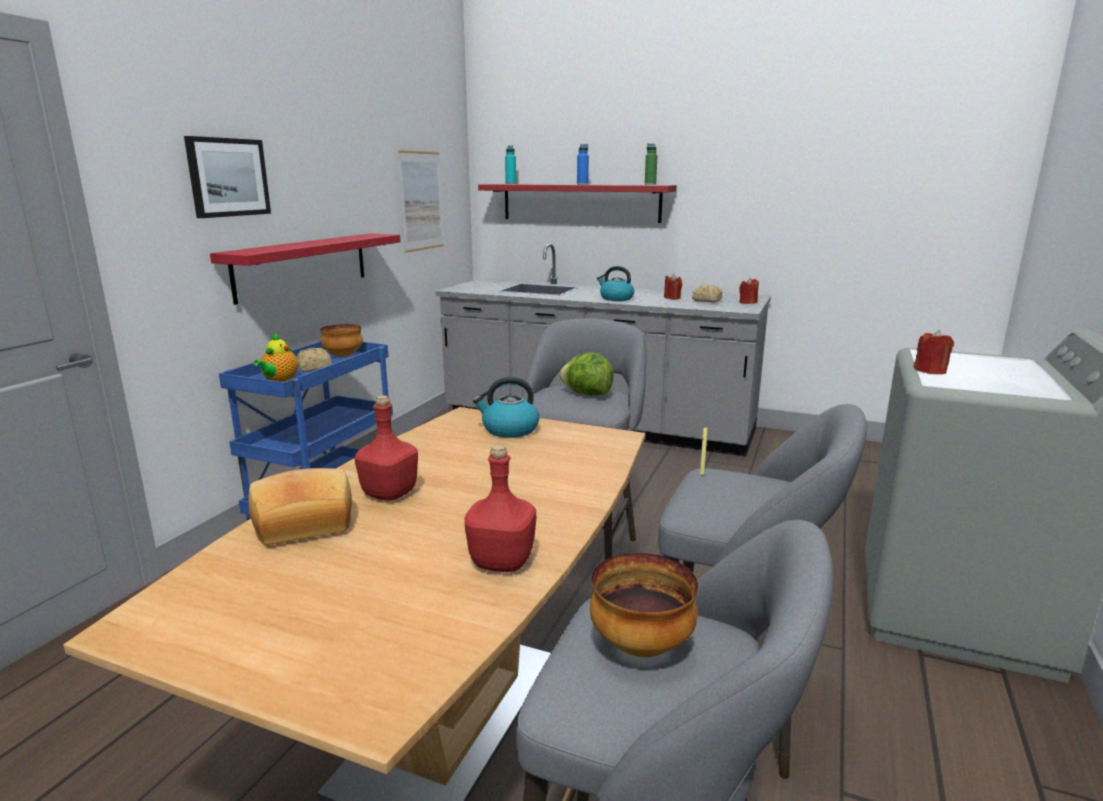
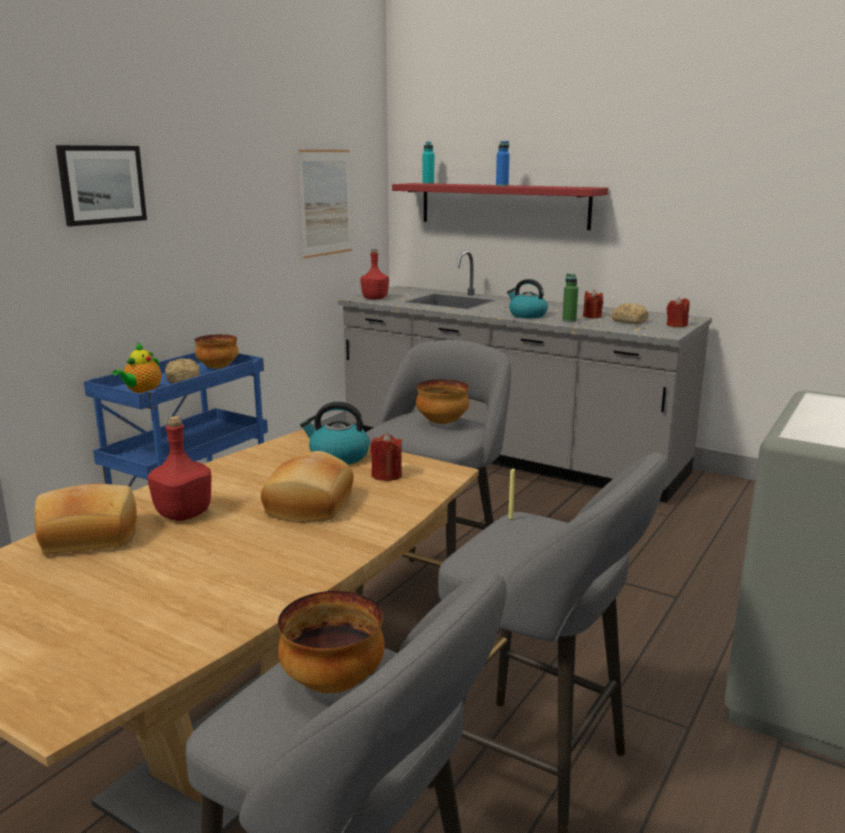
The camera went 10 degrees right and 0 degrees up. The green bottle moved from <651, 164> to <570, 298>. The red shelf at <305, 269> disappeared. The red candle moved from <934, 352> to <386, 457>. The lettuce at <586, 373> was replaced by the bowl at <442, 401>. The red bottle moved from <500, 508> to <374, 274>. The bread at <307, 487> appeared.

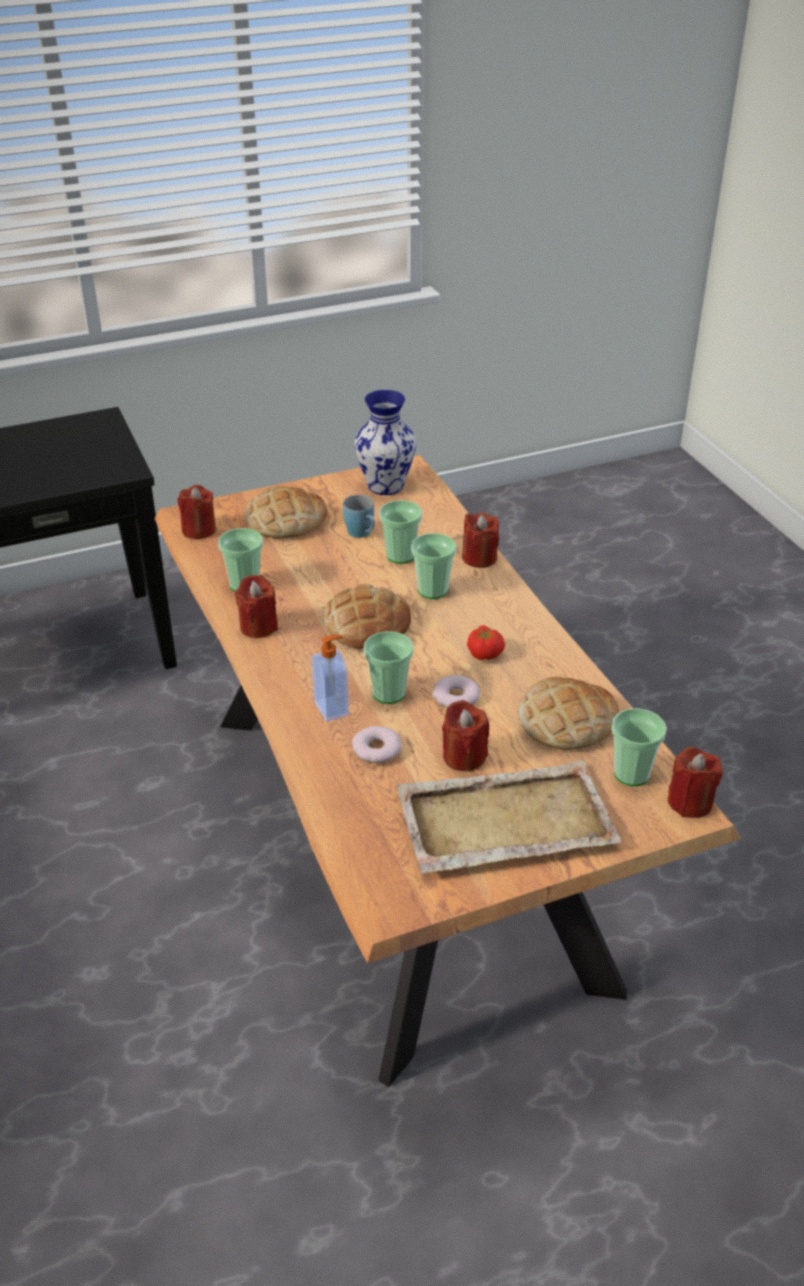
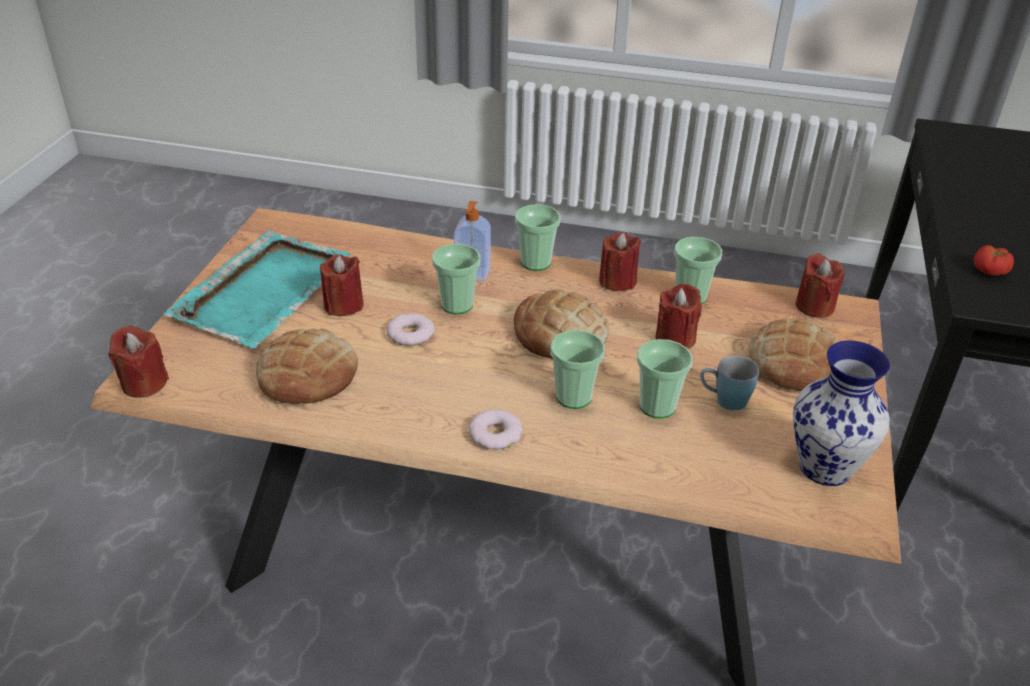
The camera went 125 degrees right and 0 degrees up. The red candle moved from <480, 540> to <678, 316>. The tomato moved from <486, 642> to <993, 260>. The cup moved from <639, 747> to <538, 237>. The donut moved from <377, 744> to <495, 430>. The beige tray at <509, 816> became the turquoise tray at <257, 289>.

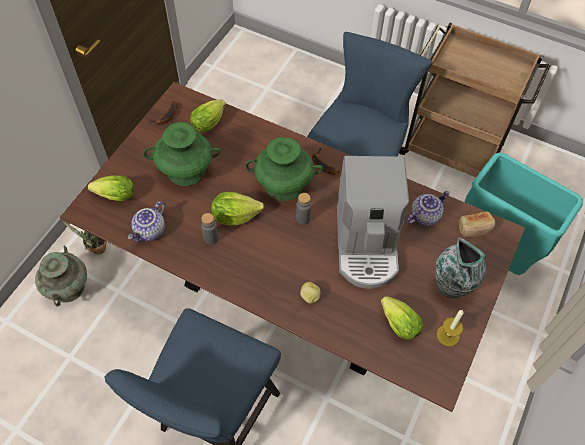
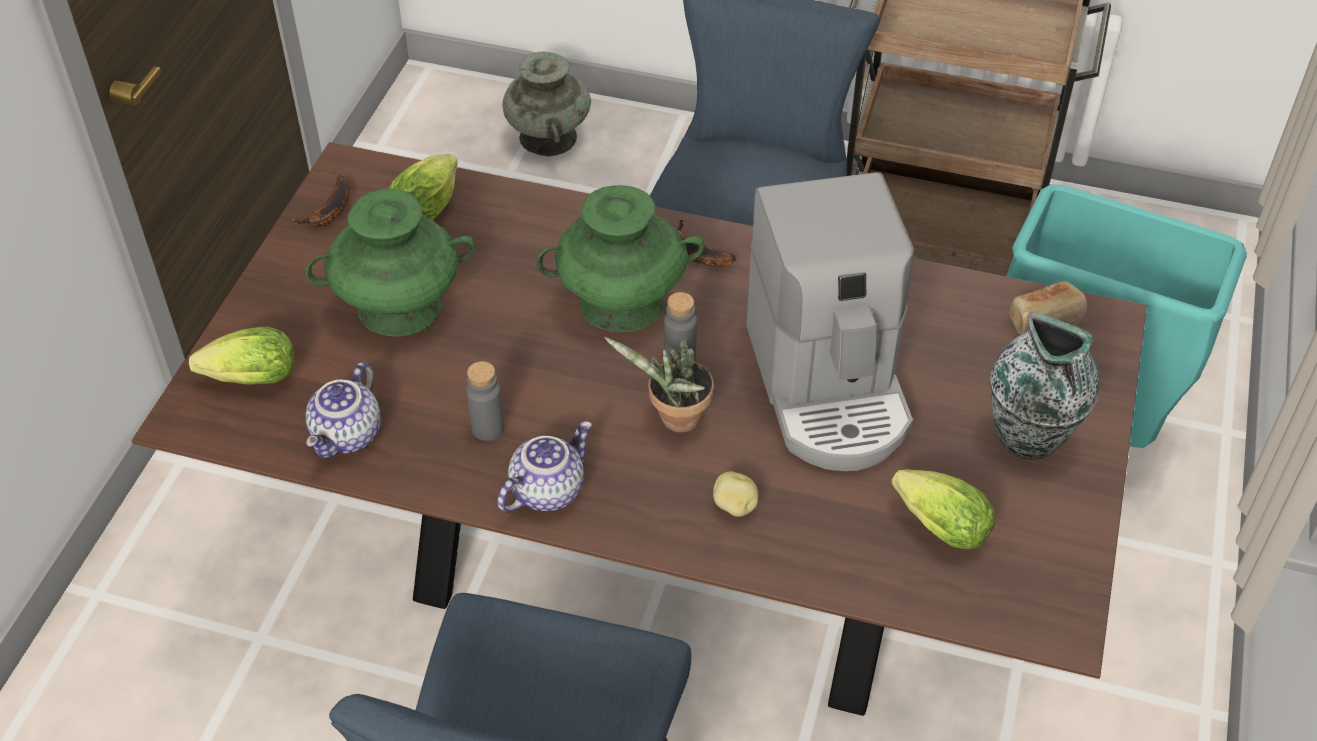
The camera went 10 degrees left and 10 degrees down. The teapot moved from <428, 208> to <544, 467>. The lettuce at <237, 209> disappeared. The potted plant moved from <85, 238> to <659, 385>. The turquoise vase moved from <61, 276> to <546, 103>. The candle at <450, 328> disappeared.

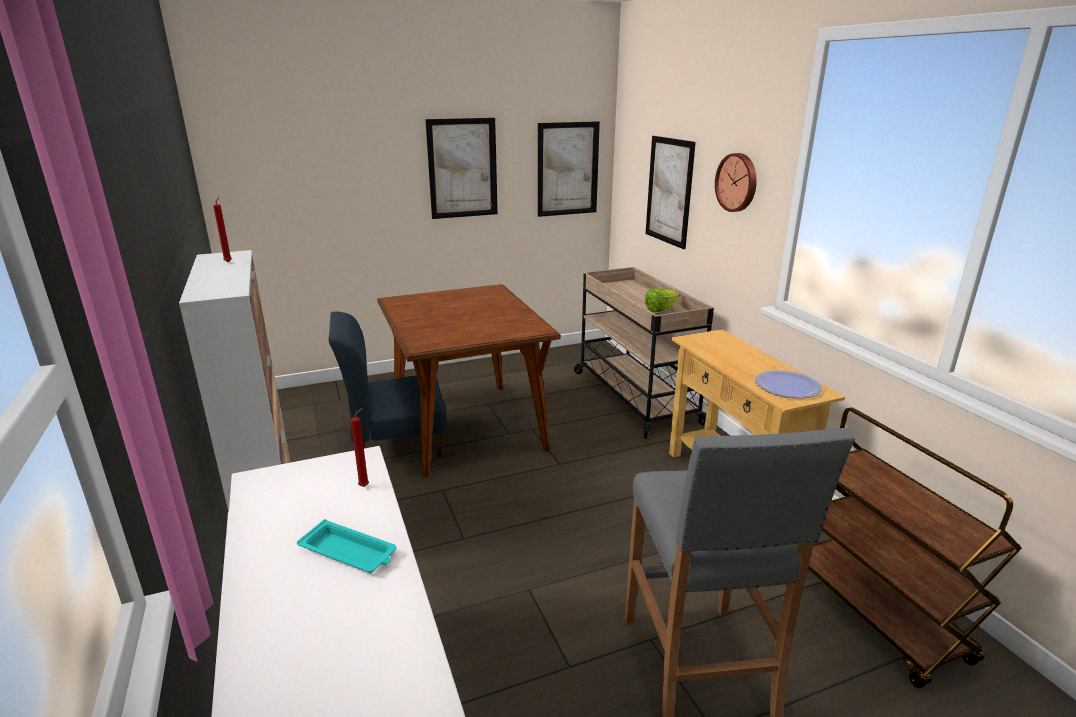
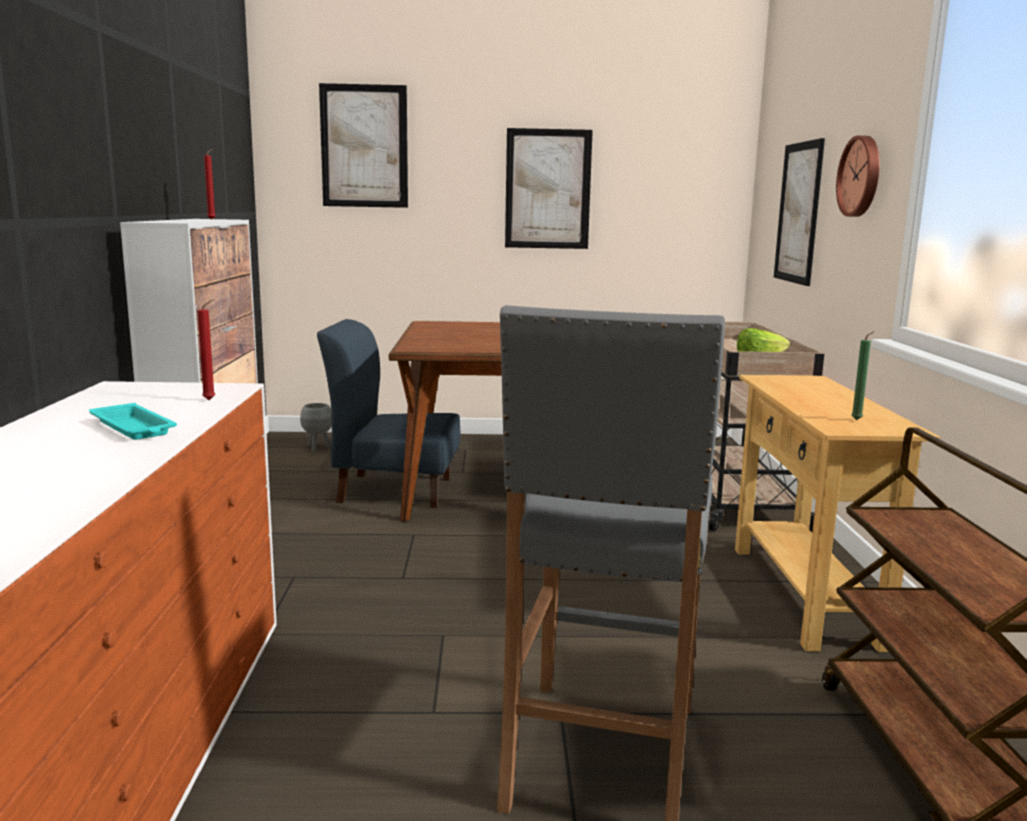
The camera went 20 degrees right and 10 degrees down. The picture moved from <569, 169> to <363, 145>. The plate at <788, 384> was replaced by the green candle at <863, 375>. The grey planter at <316, 427> appeared.

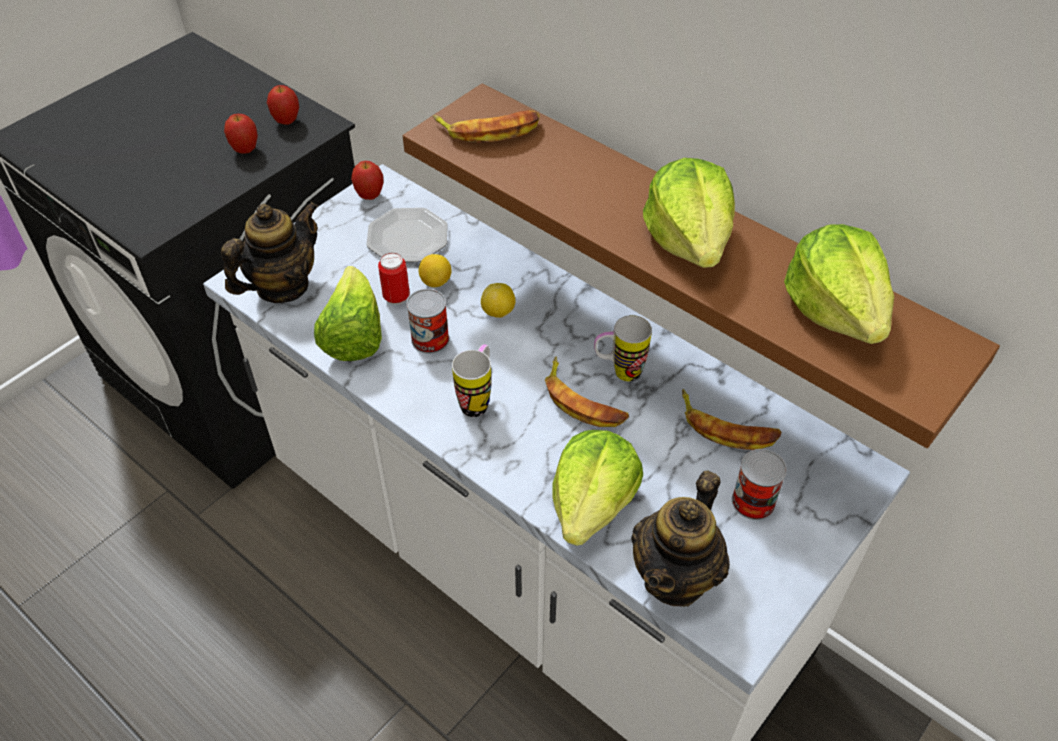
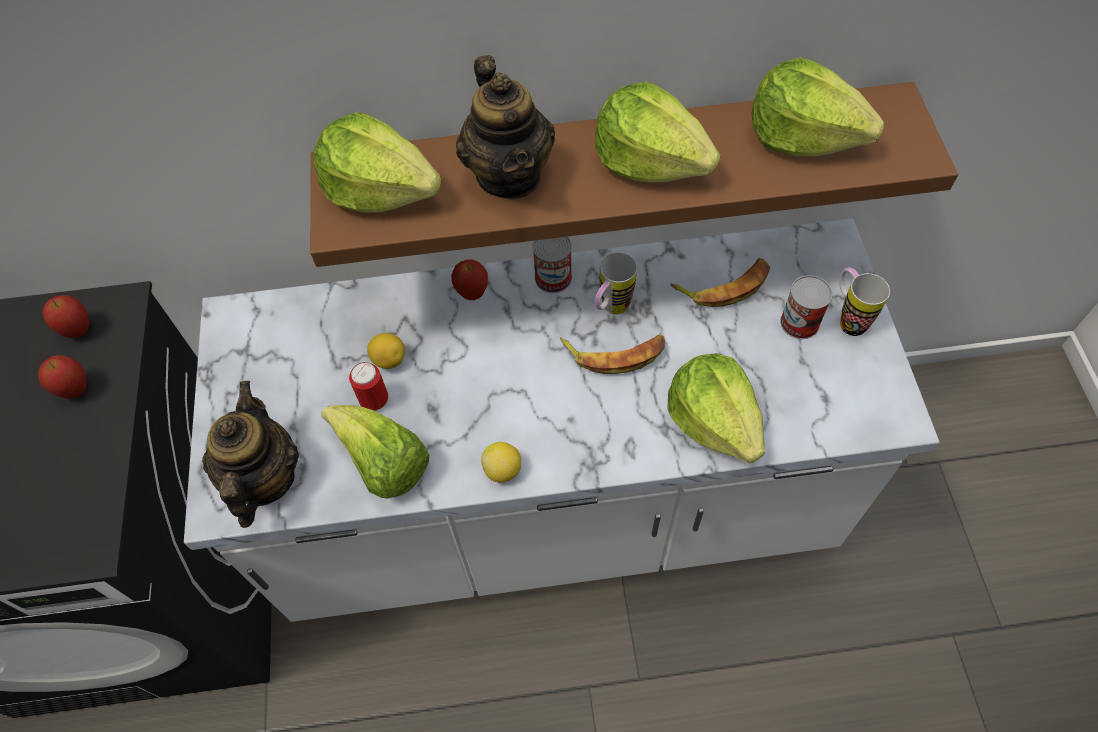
The camera went 45 degrees left and 10 degrees up. The banana at <486, 126> was replaced by the lettuce at <377, 162>. The apple moved from <367, 180> to <469, 279>. The plate at <407, 235> disappeared. The lemon moved from <498, 300> to <501, 462>. The can moved from <427, 321> to <552, 265>. The mug moved from <471, 380> to <864, 301>. The teapot moved from <680, 539> to <505, 127>.

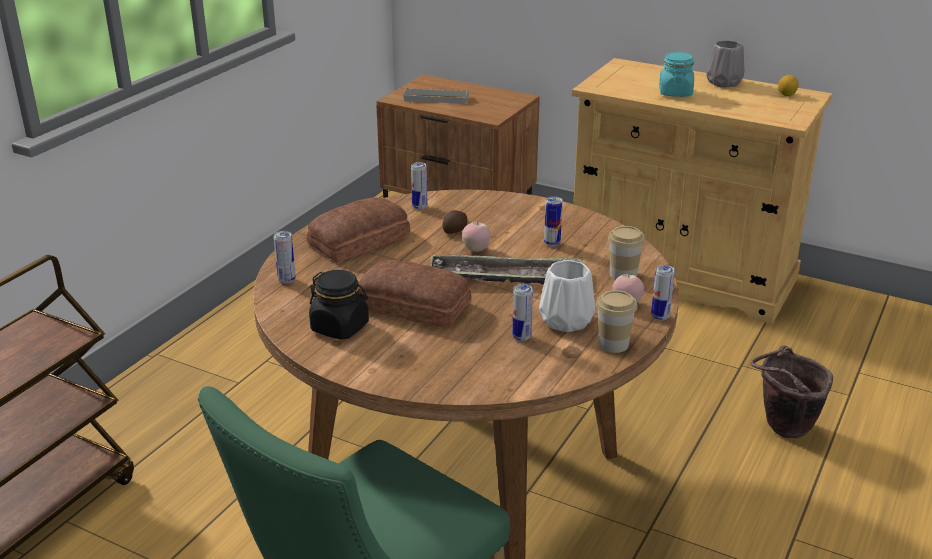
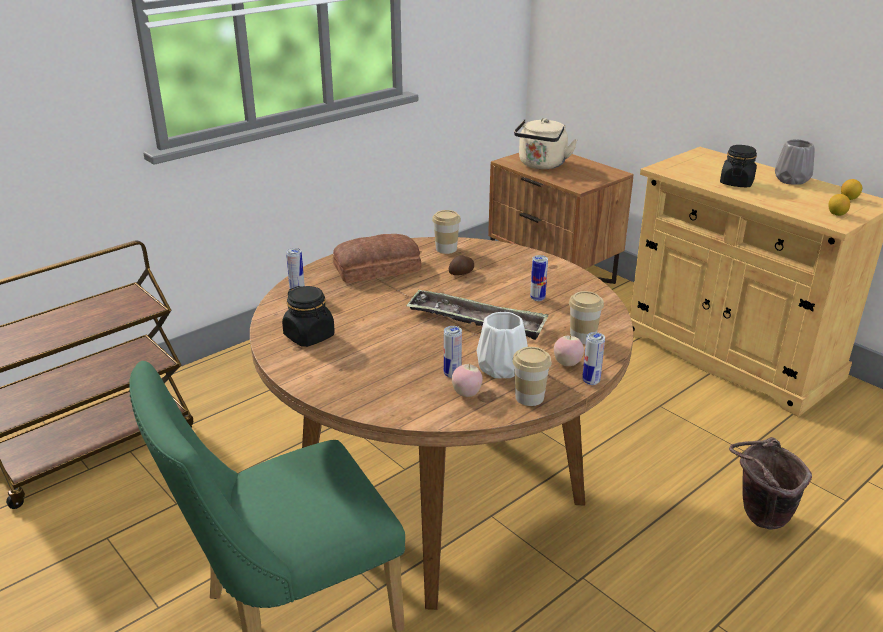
The camera went 20 degrees right and 0 degrees up. The turquoise jar at <676, 74> became the black jar at <738, 166>. The grey tray at <436, 95> was replaced by the beige kettle at <545, 143>. The can at <419, 185> was replaced by the cup at <446, 232>. The apple moved from <476, 236> to <467, 380>. The bread at <415, 294> disappeared. The lemon at <839, 205> appeared.

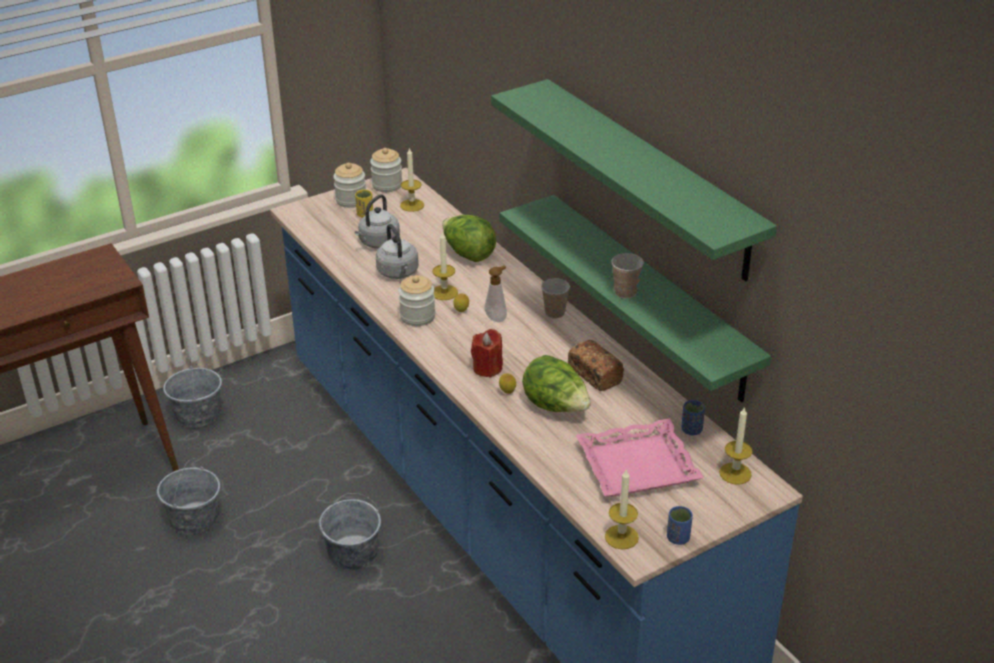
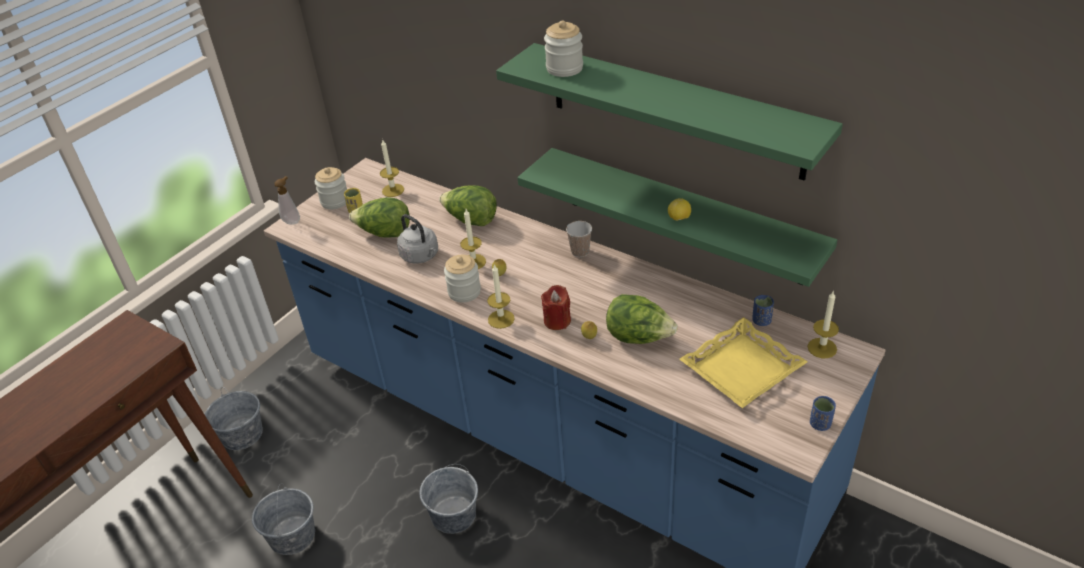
The camera went 20 degrees left and 5 degrees up. The jar moved from <386, 170> to <563, 48>. The grey kettle at <377, 221> was replaced by the lettuce at <379, 217>. The cup at <627, 276> was replaced by the lemon at <679, 209>. The soap dispenser moved from <496, 294> to <287, 200>. The bread at <596, 365> disappeared. The pink tray at <640, 457> became the yellow tray at <743, 362>. The candle moved from <622, 509> to <501, 296>.

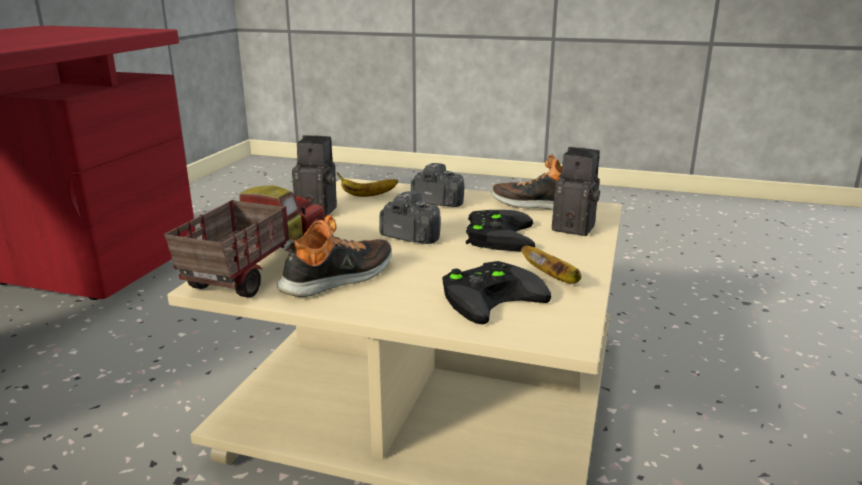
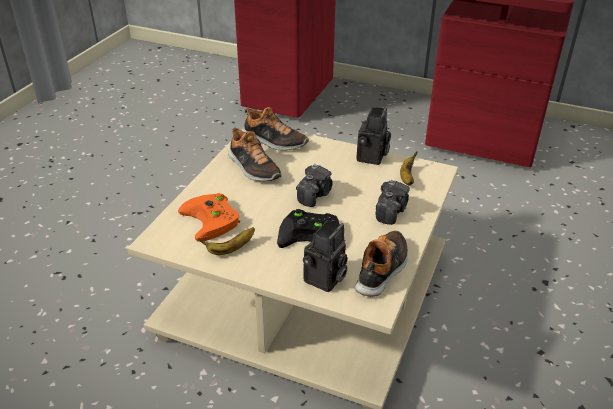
The camera went 95 degrees right and 15 degrees up. The toy truck at <244, 241> was replaced by the shoe at <275, 129>. The black game controller at <496, 292> became the orange game controller at <209, 217>.

